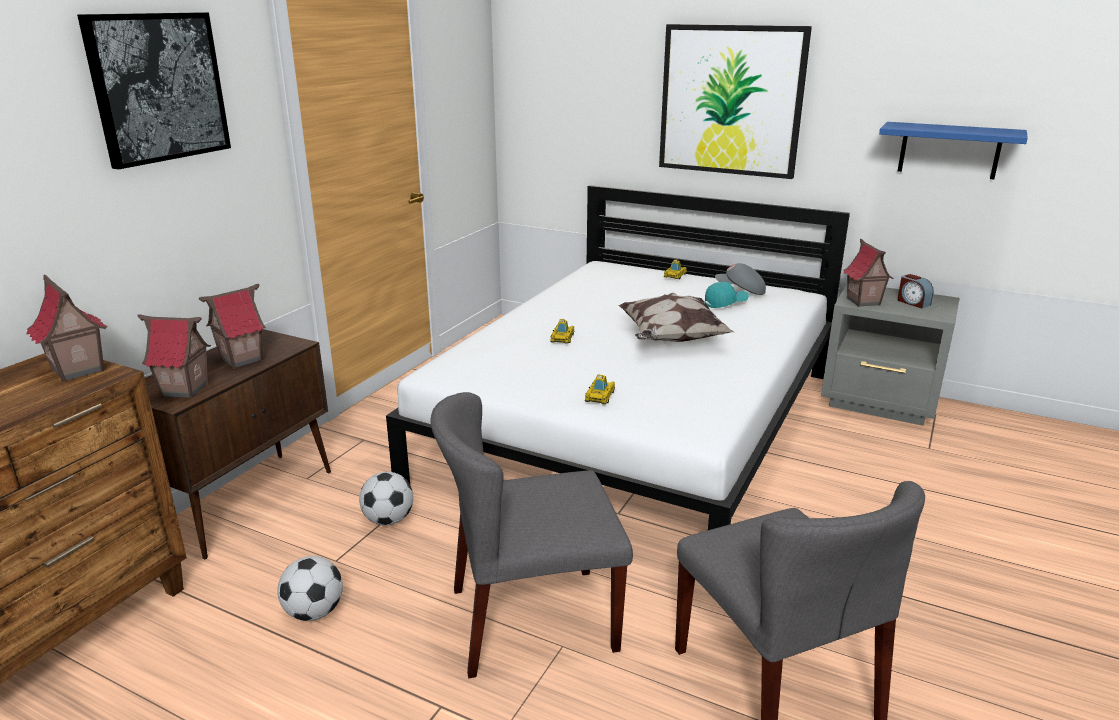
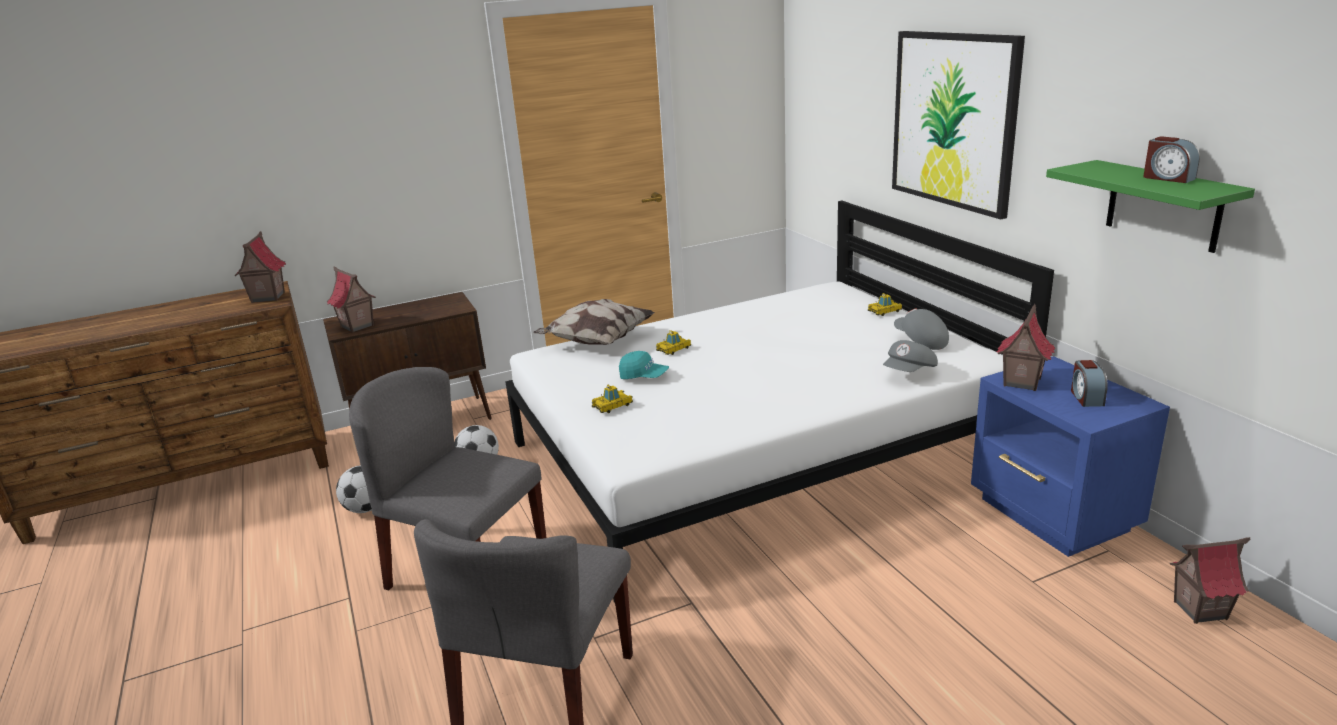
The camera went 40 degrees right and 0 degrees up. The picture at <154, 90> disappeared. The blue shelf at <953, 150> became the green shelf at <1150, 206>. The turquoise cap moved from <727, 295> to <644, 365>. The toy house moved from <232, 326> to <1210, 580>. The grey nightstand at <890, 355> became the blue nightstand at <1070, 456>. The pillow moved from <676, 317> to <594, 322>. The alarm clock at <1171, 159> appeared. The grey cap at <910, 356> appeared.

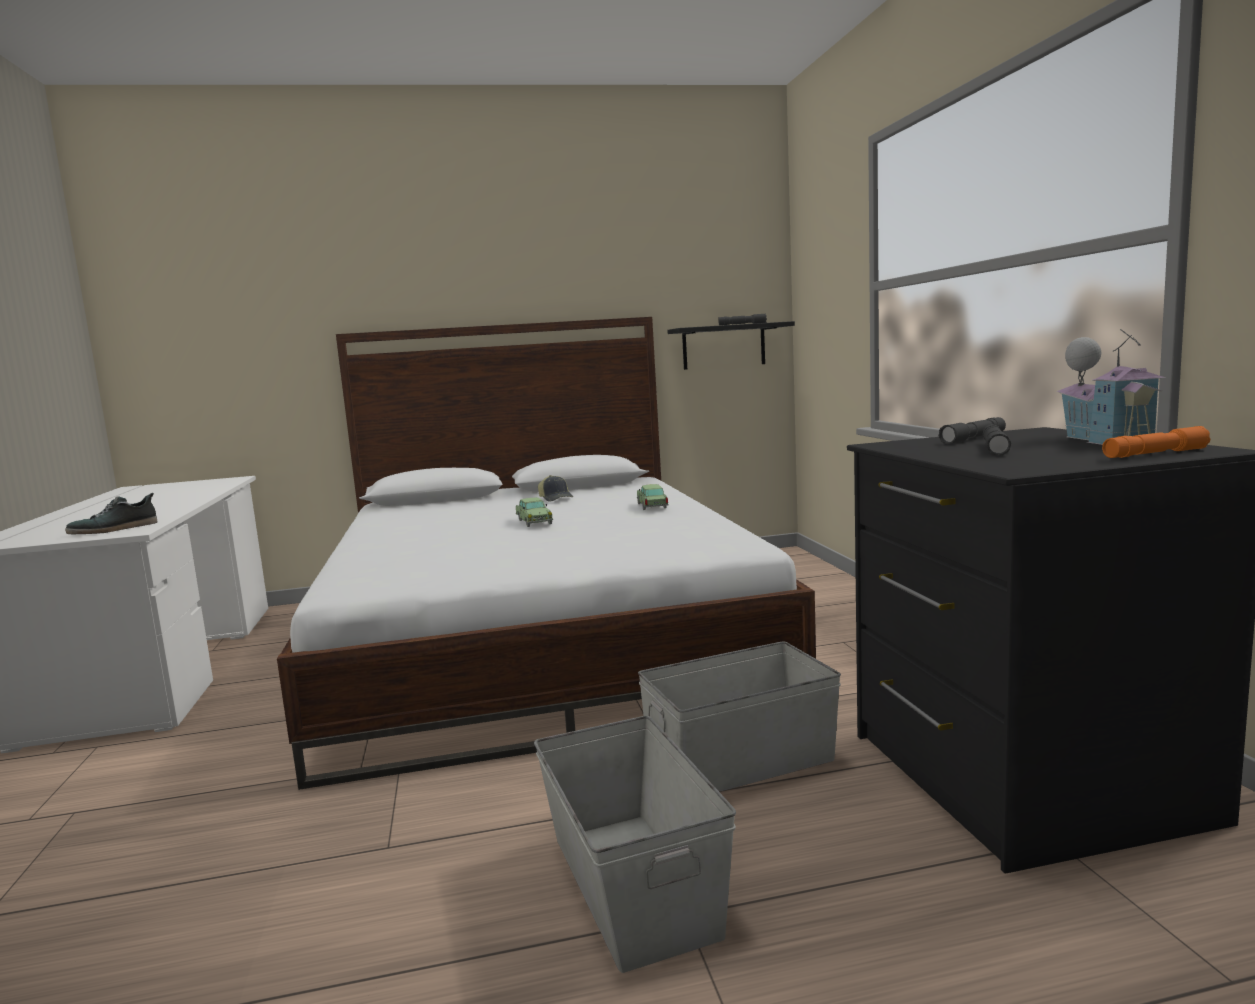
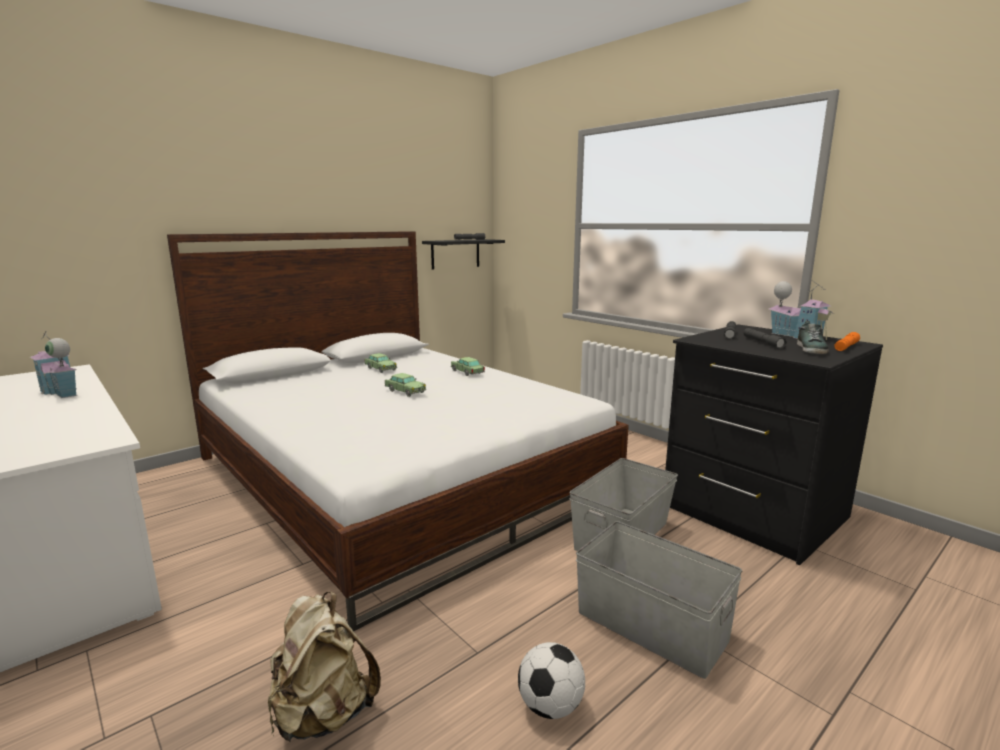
The camera went 30 degrees left and 5 degrees up. The cap at <555, 488> was replaced by the toy car at <381, 363>. The shoe moved from <111, 513> to <813, 337>. The toy house at <53, 364> appeared. The beige backpack at <324, 667> appeared. The football at <551, 680> appeared.

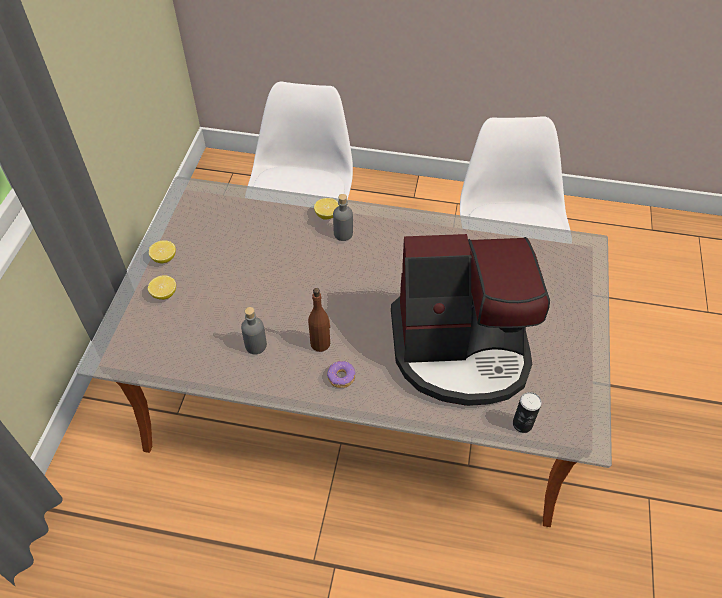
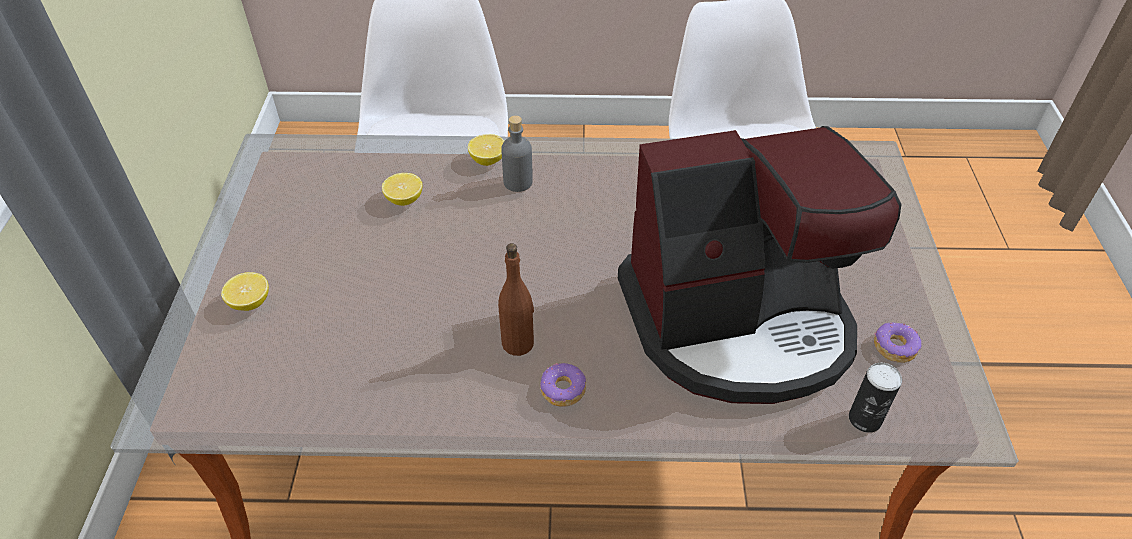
The camera went 10 degrees left and 5 degrees down. The lemon moved from <162, 251> to <402, 189>. The grey bottle at <254, 330> disappeared. The donut at <898, 343> appeared.

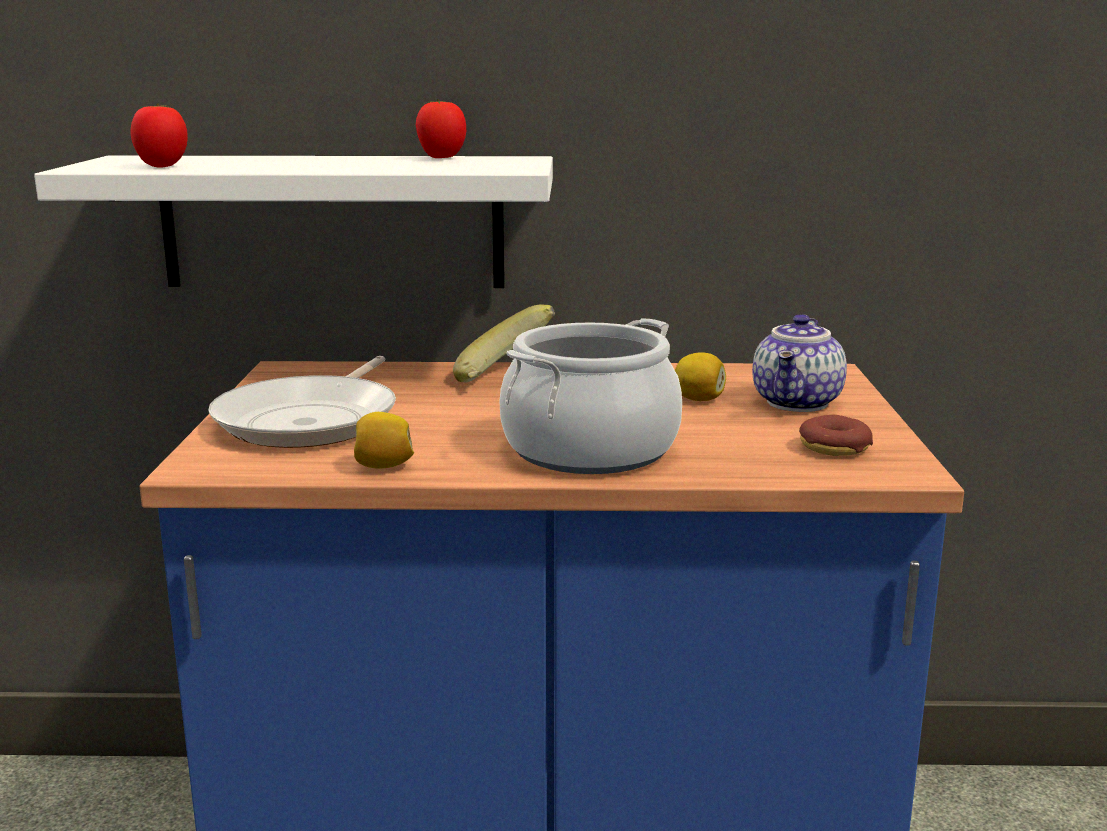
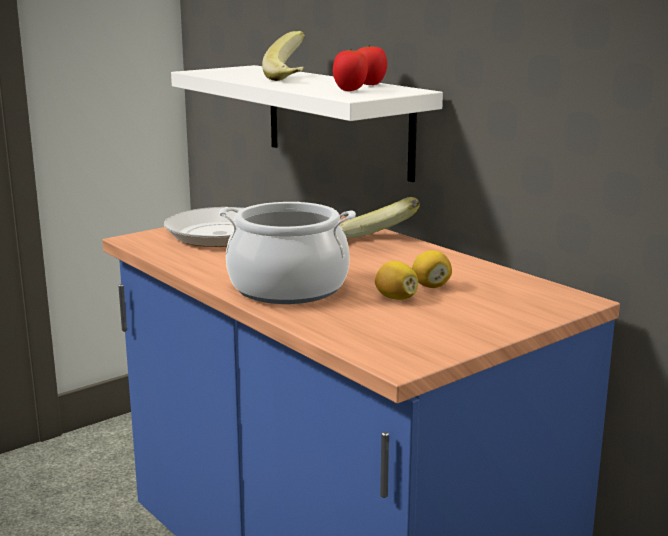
The camera went 50 degrees right and 0 degrees up. The tomato moved from <159, 135> to <350, 70>. The teapot at <799, 363> disappeared. The lemon moved from <384, 440> to <396, 280>. The donut at <836, 435> disappeared. The banana at <283, 56> appeared.

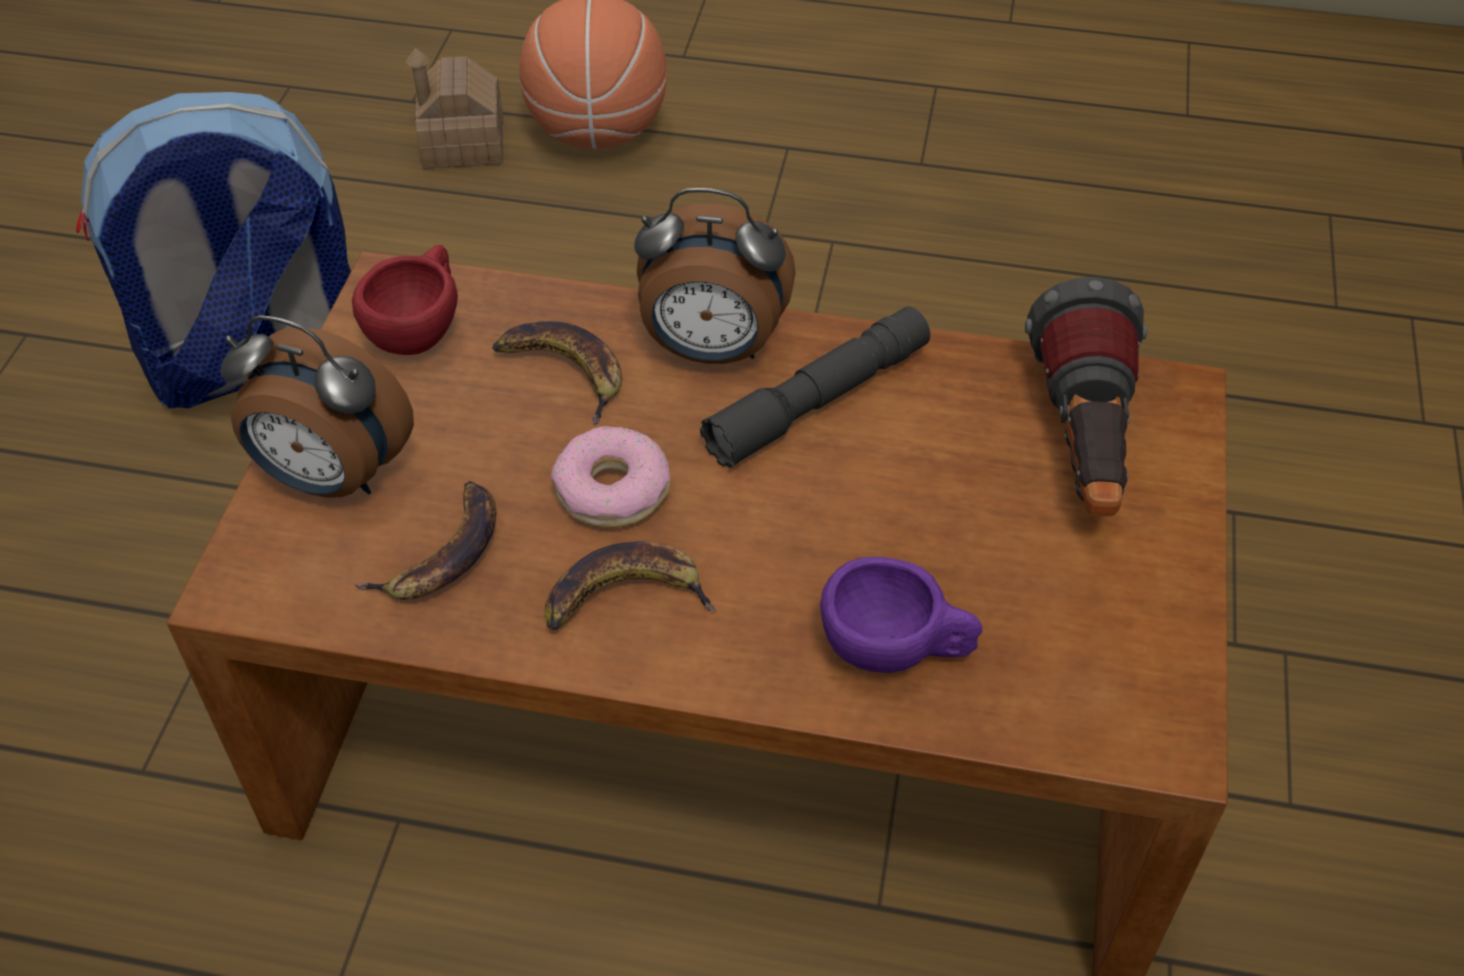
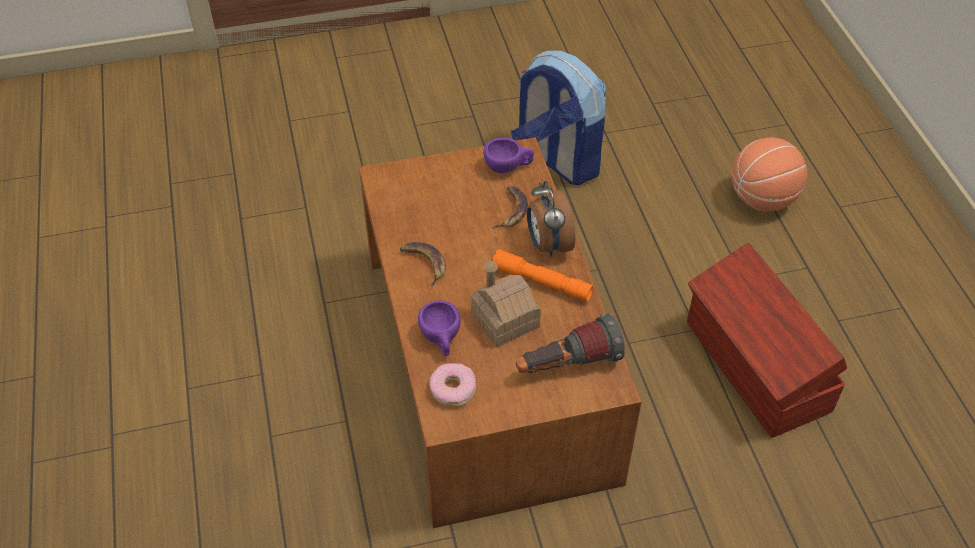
The camera went 65 degrees right and 0 degrees up. The toy house moved from <454, 108> to <506, 304>. The red cup at <405, 300> became the purple cup at <508, 155>. The grey flashlight at <815, 387> became the orange flashlight at <543, 275>. The alarm clock at <317, 406> disappeared. The donut moved from <611, 477> to <452, 385>. The banana at <425, 540> disappeared. The brown storage box at <767, 340> appeared.

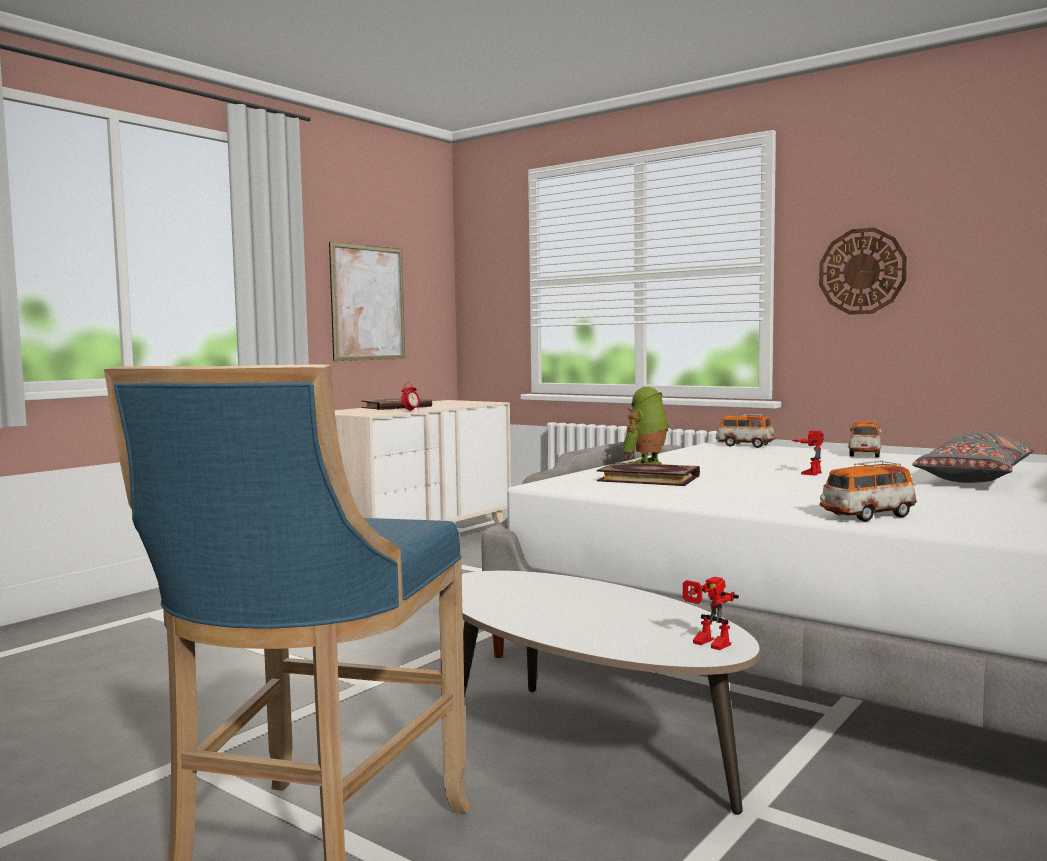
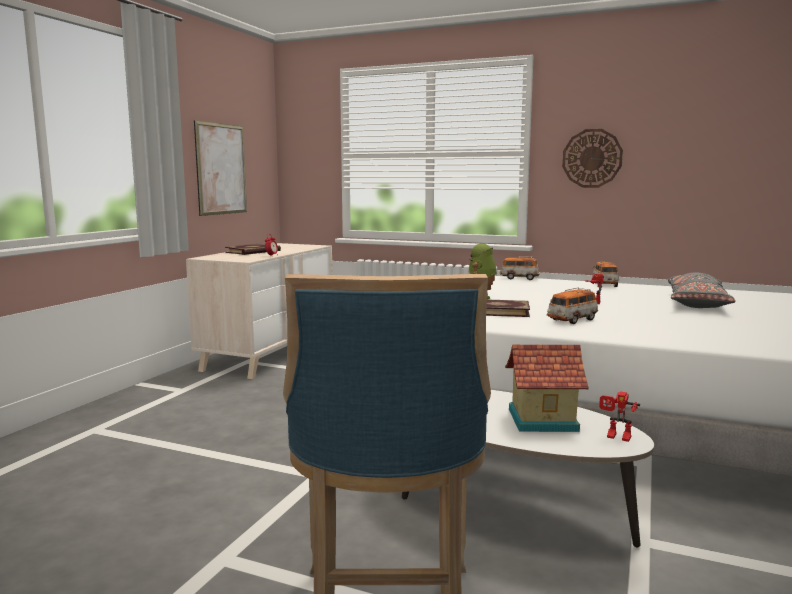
The camera went 15 degrees left and 5 degrees up. The toy car moved from <868, 491> to <572, 305>. The toy house at <547, 388> appeared.

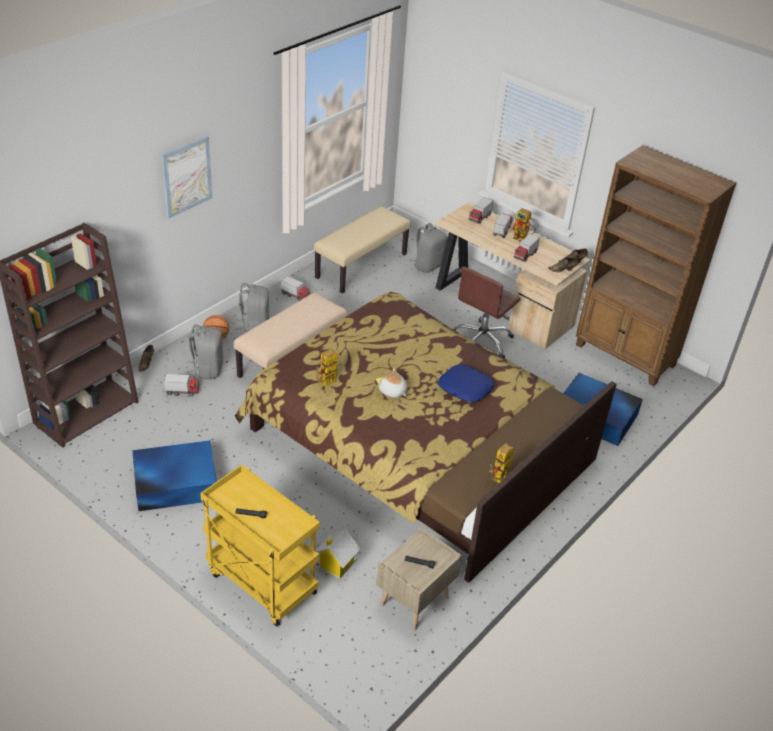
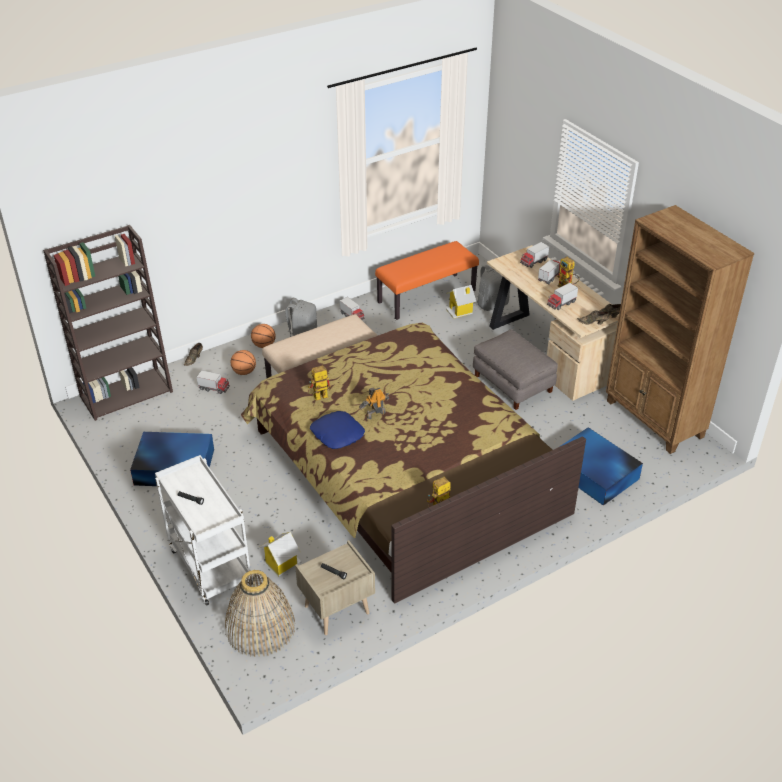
The camera went 20 degrees right and 0 degrees up. The picture at <186, 177> disappeared. The beige bench at <362, 249> became the orange bench at <427, 280>. The brown office chair at <486, 312> was replaced by the grey ottoman at <515, 369>. The grey backpack at <204, 351> was replaced by the basketball at <243, 362>. The blue pillow moved from <466, 383> to <337, 430>. The plush toy at <392, 383> was replaced by the toy robot at <374, 403>. The yellow cart at <260, 546> became the white cart at <204, 530>. The toy house at <461, 302> appeared. The basket at <260, 613> appeared.

